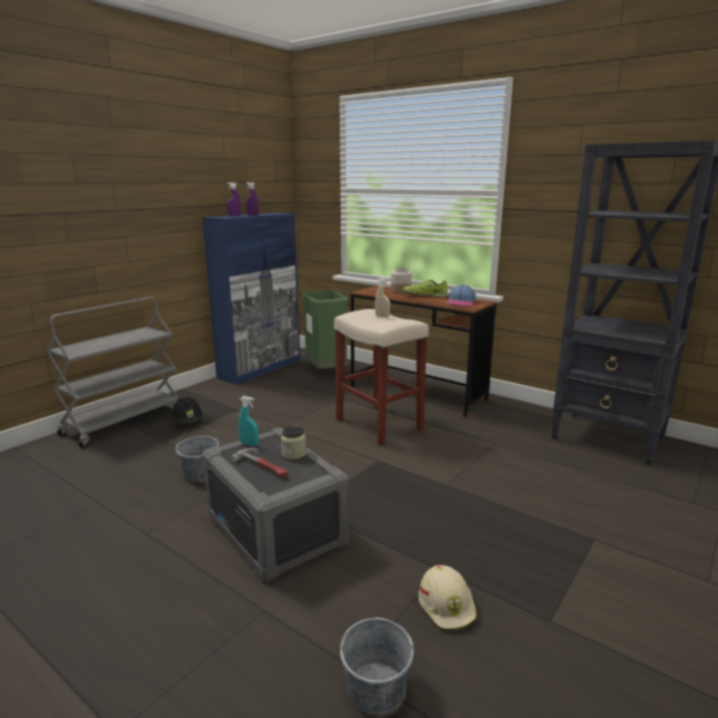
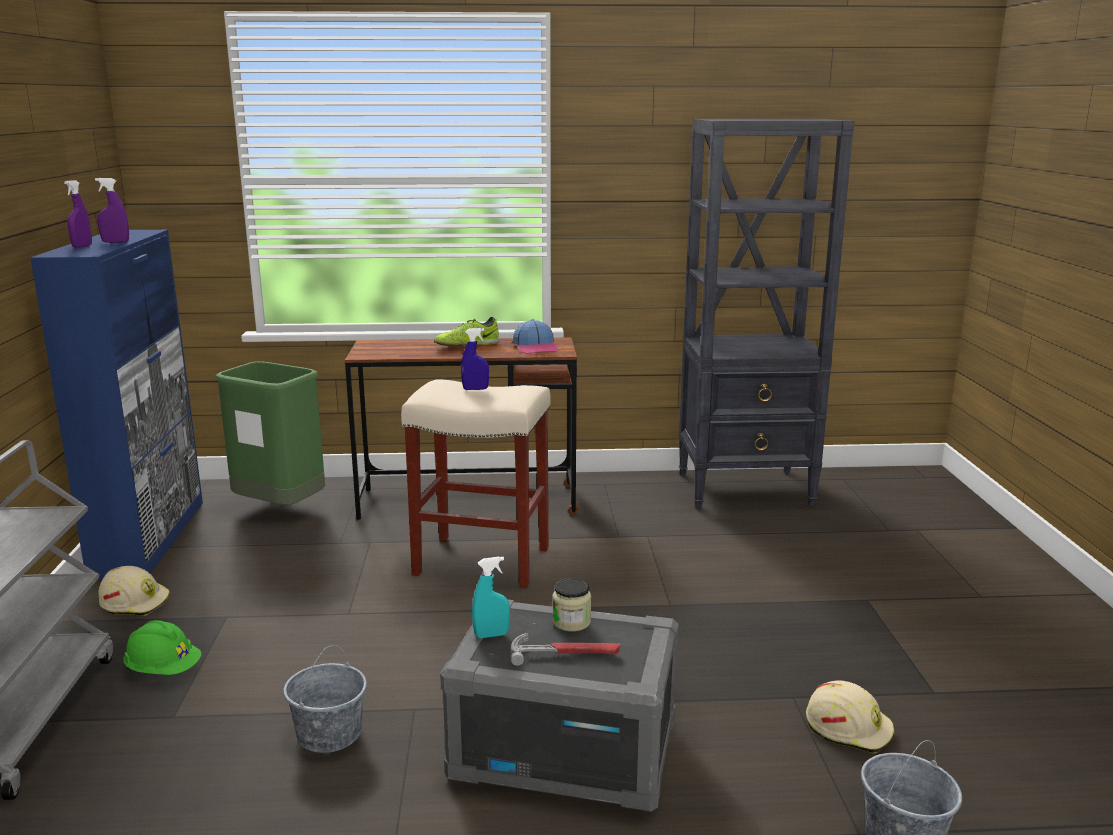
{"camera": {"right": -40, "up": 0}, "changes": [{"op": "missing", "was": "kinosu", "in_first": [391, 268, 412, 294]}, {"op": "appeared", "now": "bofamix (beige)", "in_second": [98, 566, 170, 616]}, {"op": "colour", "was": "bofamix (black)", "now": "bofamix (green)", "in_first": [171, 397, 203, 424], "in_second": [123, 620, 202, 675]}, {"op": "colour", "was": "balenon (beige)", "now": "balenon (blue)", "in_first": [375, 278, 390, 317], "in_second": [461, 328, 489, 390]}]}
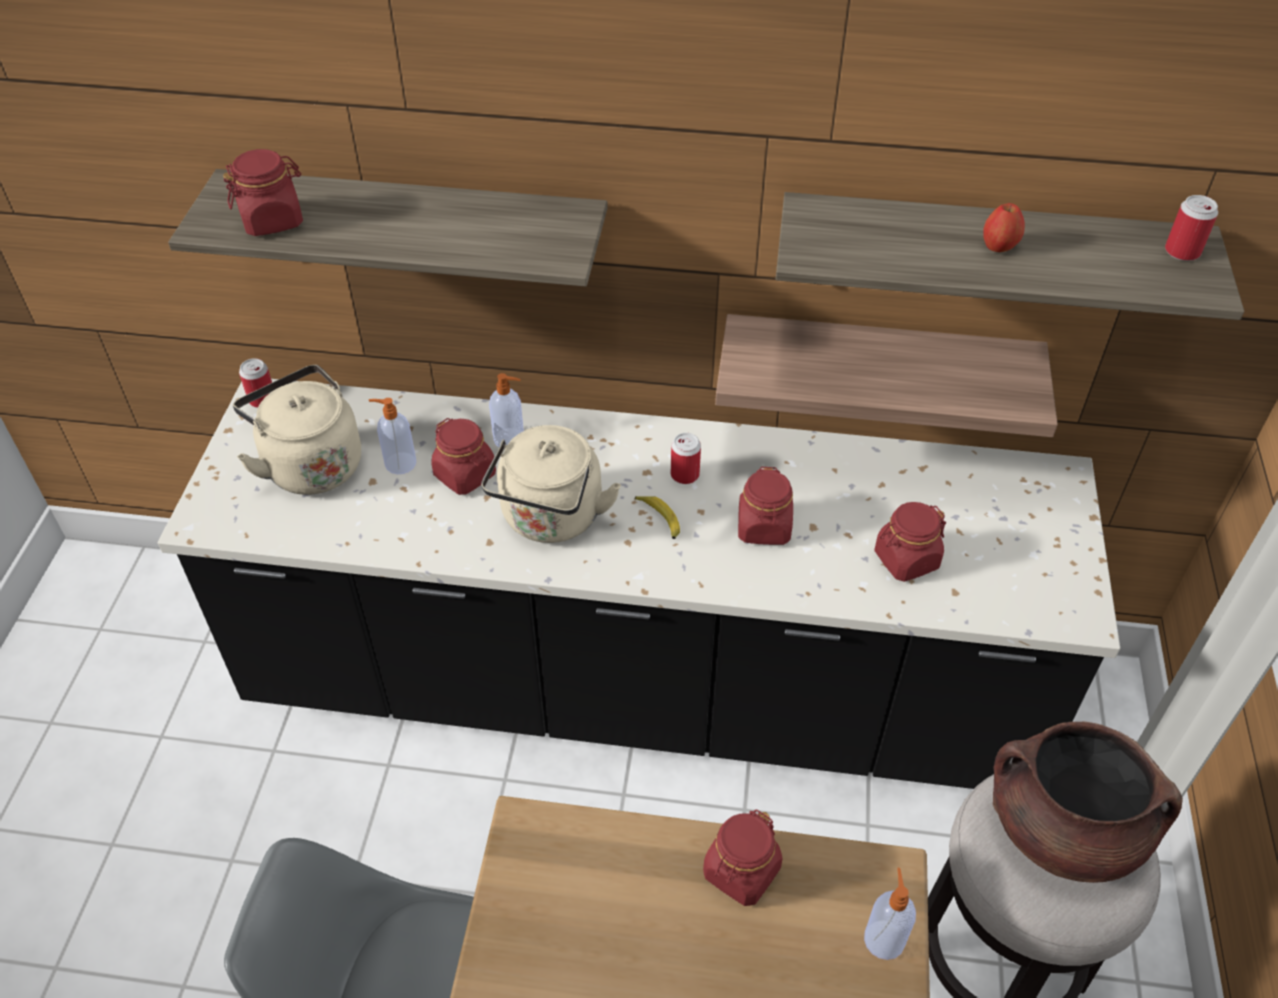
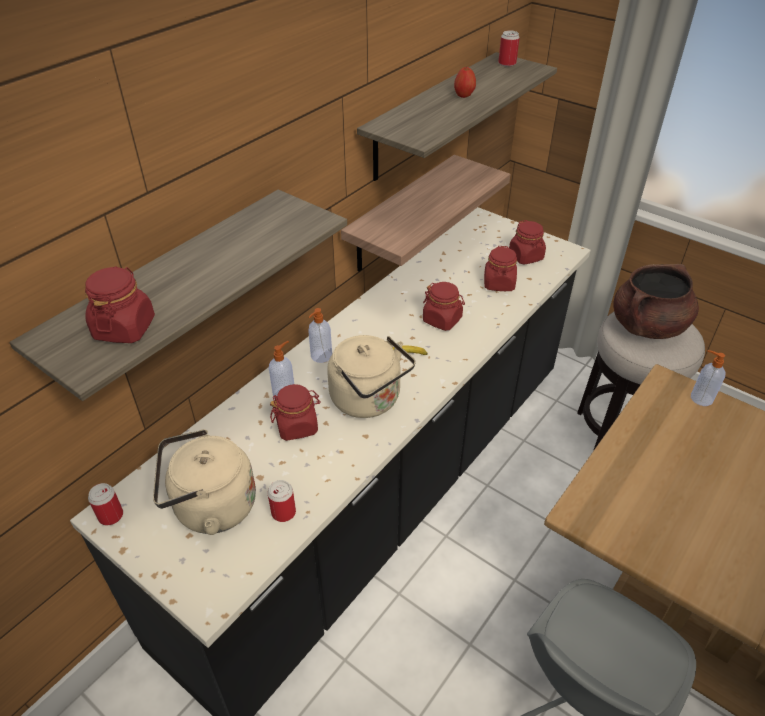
{"camera": {"right": -60, "up": -5}, "changes": [{"op": "relocated", "was": "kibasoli", "in_first": [368, 398, 416, 474], "in_second": [308, 308, 332, 363]}, {"op": "relocated", "was": "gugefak", "in_first": [671, 433, 701, 484], "in_second": [268, 480, 296, 522]}, {"op": "relocated", "was": "kinosu (red)", "in_first": [703, 810, 782, 906], "in_second": [509, 220, 546, 265]}]}
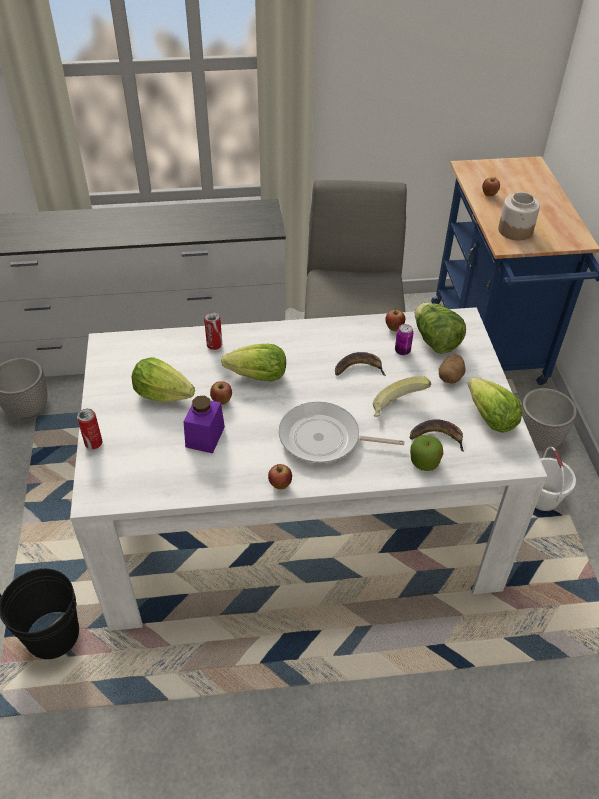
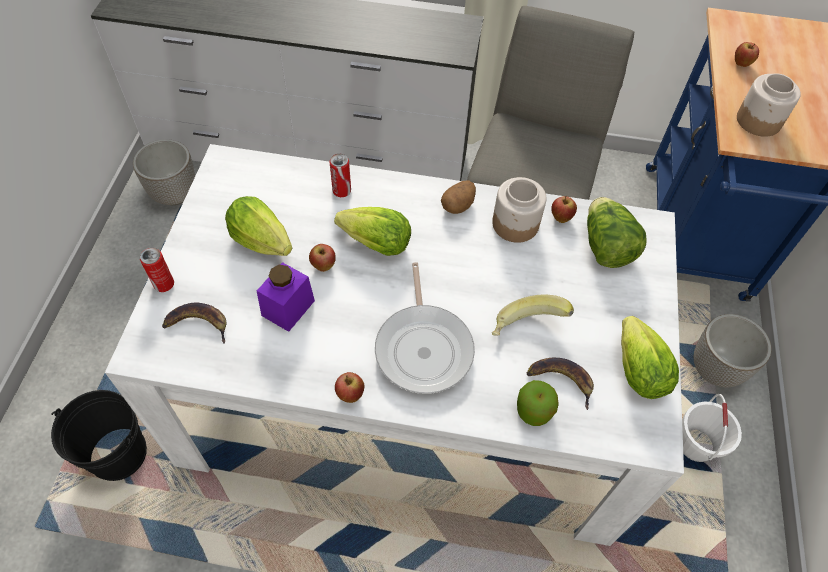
{"camera": {"right": 15, "up": 10}, "changes": [{"op": "missing", "was": "gugefak", "in_first": [395, 324, 414, 355]}, {"op": "appeared", "now": "kinosu", "in_second": [492, 177, 547, 243]}, {"op": "relocated", "was": "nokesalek", "in_first": [335, 352, 386, 376], "in_second": [162, 303, 227, 344]}, {"op": "relocated", "was": "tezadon", "in_first": [439, 354, 466, 384], "in_second": [441, 180, 476, 214]}, {"op": "spun", "was": "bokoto", "in_first": [279, 402, 405, 463], "in_second": [375, 262, 475, 394], "clockwise": -120}]}
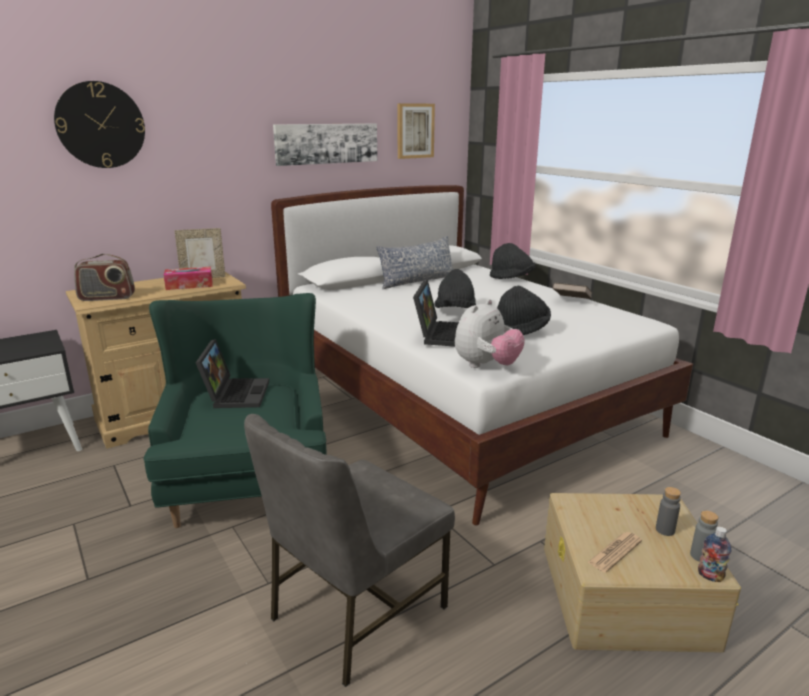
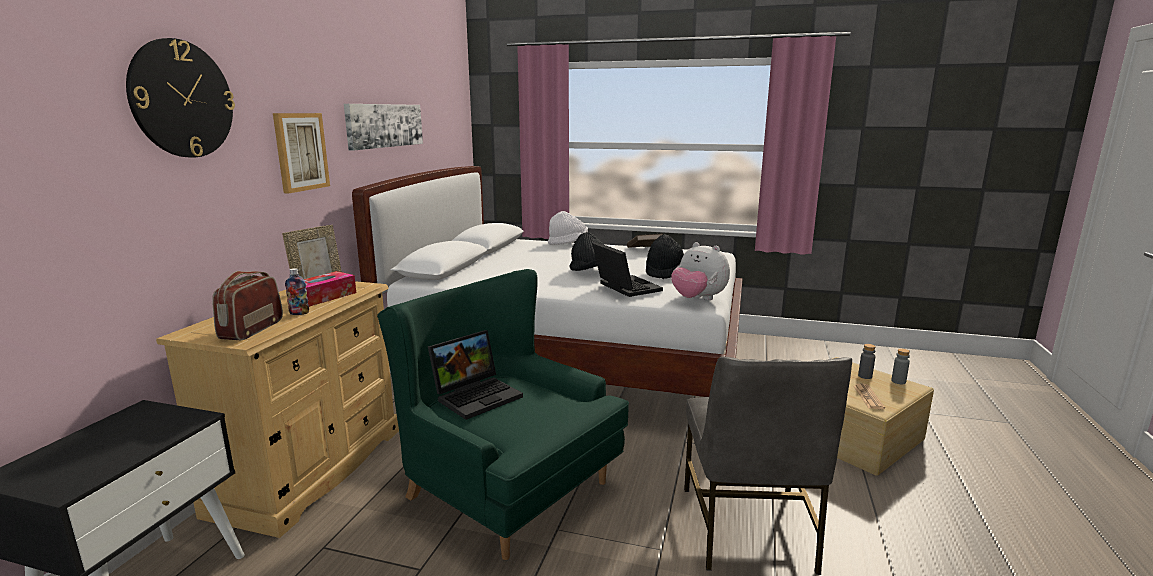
{"camera": {"right": -40, "up": -5}, "changes": [{"op": "missing", "was": "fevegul", "in_first": [376, 236, 454, 289]}, {"op": "relocated", "was": "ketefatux", "in_first": [398, 103, 435, 159], "in_second": [273, 113, 330, 194]}, {"op": "relocated", "was": "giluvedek", "in_first": [698, 527, 731, 582], "in_second": [285, 268, 309, 315]}, {"op": "colour", "was": "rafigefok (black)", "now": "rafigefok (white)", "in_first": [490, 243, 535, 279], "in_second": [548, 211, 588, 245]}, {"op": "spun", "was": "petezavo", "in_first": [74, 254, 135, 301], "in_second": [212, 271, 283, 340], "clockwise": 150}, {"op": "spun", "was": "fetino", "in_first": [196, 339, 269, 408], "in_second": [428, 330, 523, 420], "clockwise": 90}, {"op": "spun", "was": "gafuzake", "in_first": [455, 299, 525, 368], "in_second": [671, 242, 730, 300], "clockwise": 135}]}
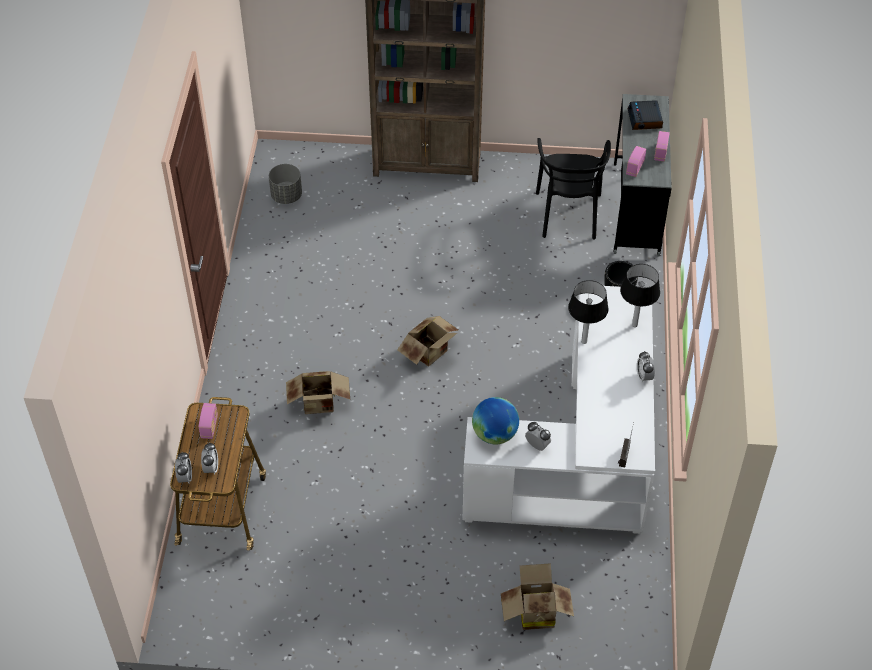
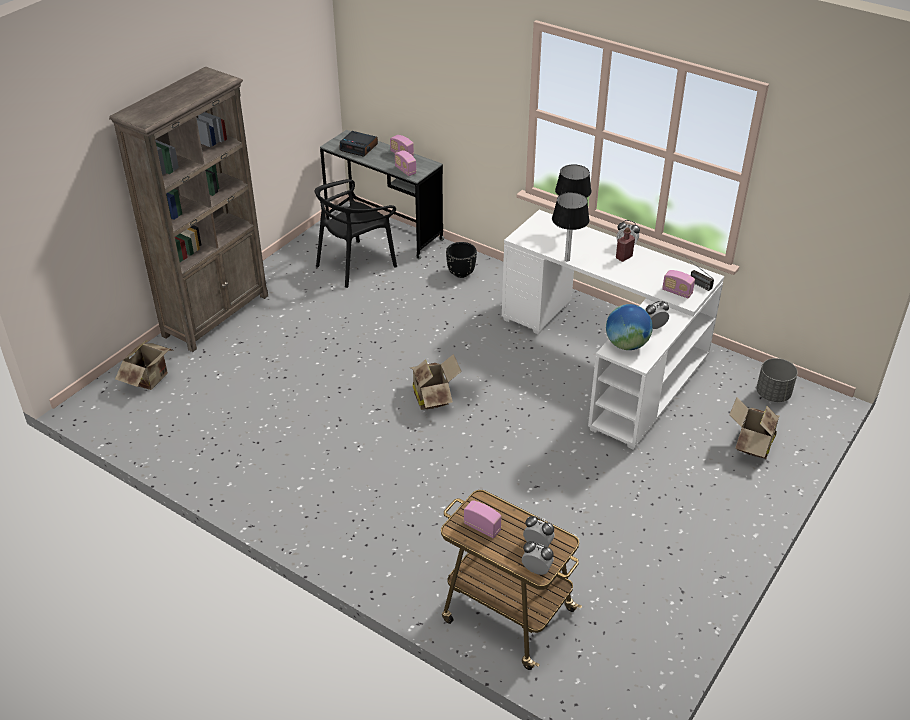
{"camera": {"right": -60, "up": -10}, "changes": [{"op": "appeared", "now": "giluvedek (red)", "in_second": [616, 228, 635, 262]}, {"op": "appeared", "now": "petezavo", "in_second": [662, 270, 695, 298]}, {"op": "relocated", "was": "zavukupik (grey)", "in_first": [269, 164, 302, 204], "in_second": [757, 358, 798, 402]}, {"op": "relocated", "was": "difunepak", "in_first": [286, 371, 350, 414], "in_second": [115, 340, 174, 390]}, {"op": "spun", "was": "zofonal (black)", "in_first": [536, 138, 611, 239], "in_second": [315, 179, 397, 288], "clockwise": 105}]}
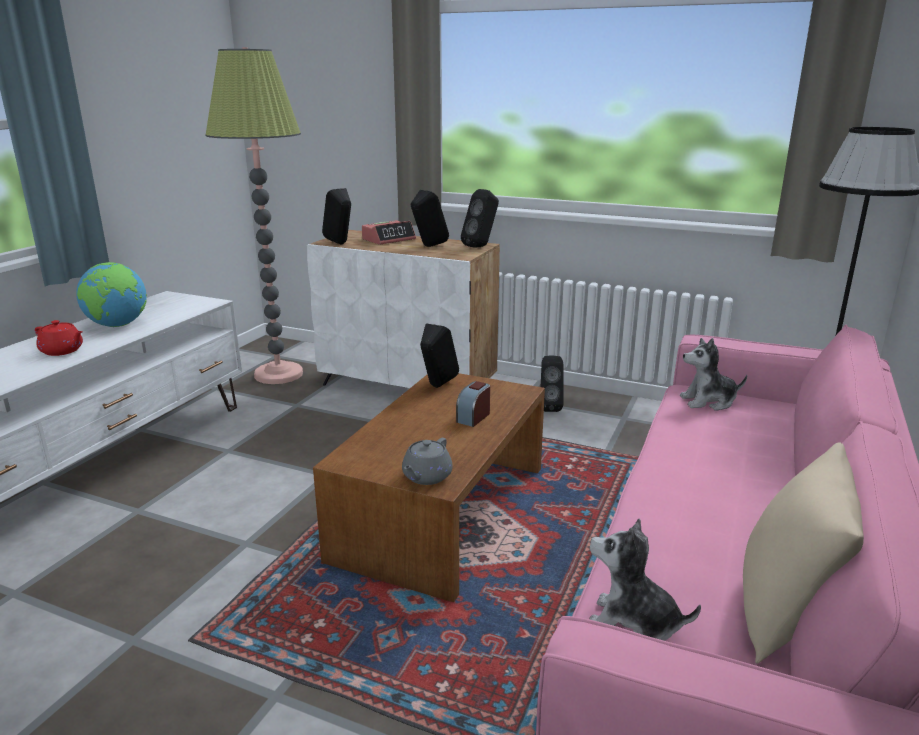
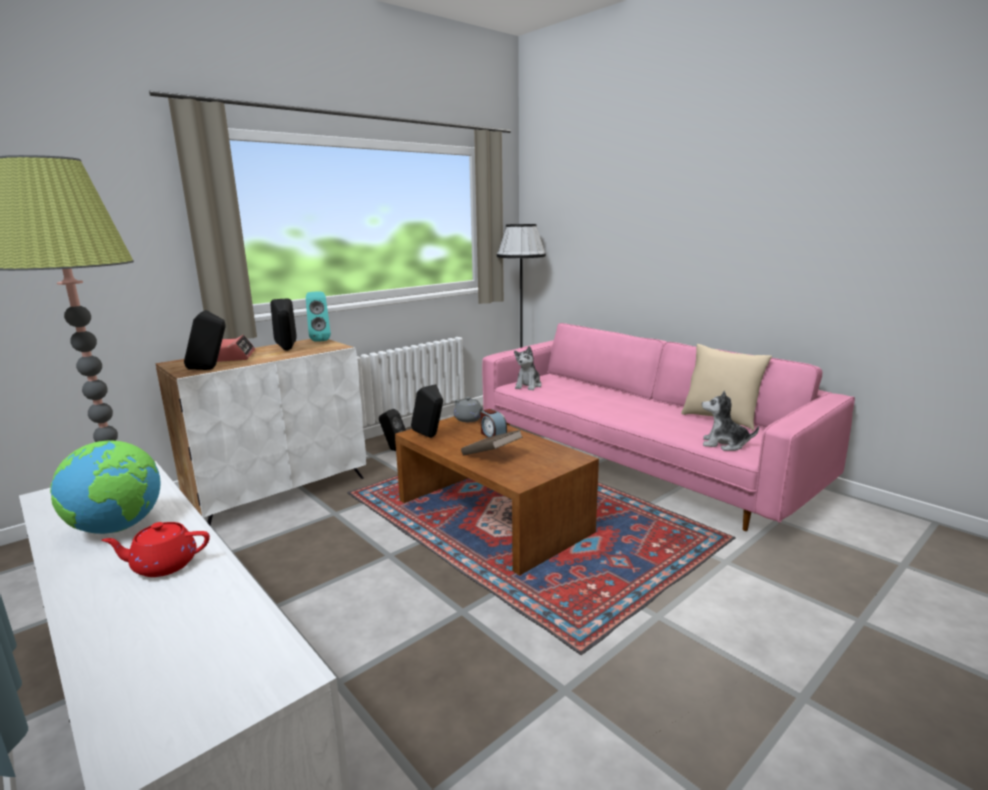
{"camera": {"right": -65, "up": -5}, "changes": [{"op": "appeared", "now": "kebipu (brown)", "in_second": [461, 430, 523, 455]}, {"op": "relocated", "was": "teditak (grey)", "in_first": [402, 438, 453, 485], "in_second": [454, 397, 483, 422]}, {"op": "colour", "was": "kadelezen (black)", "now": "kadelezen (turquoise)", "in_first": [461, 189, 499, 247], "in_second": [306, 292, 331, 342]}, {"op": "spun", "was": "teditak (red)", "in_first": [35, 320, 83, 356], "in_second": [101, 522, 210, 577], "clockwise": -150}, {"op": "spun", "was": "gafuzake", "in_first": [590, 519, 701, 641], "in_second": [702, 391, 759, 451], "clockwise": 60}]}
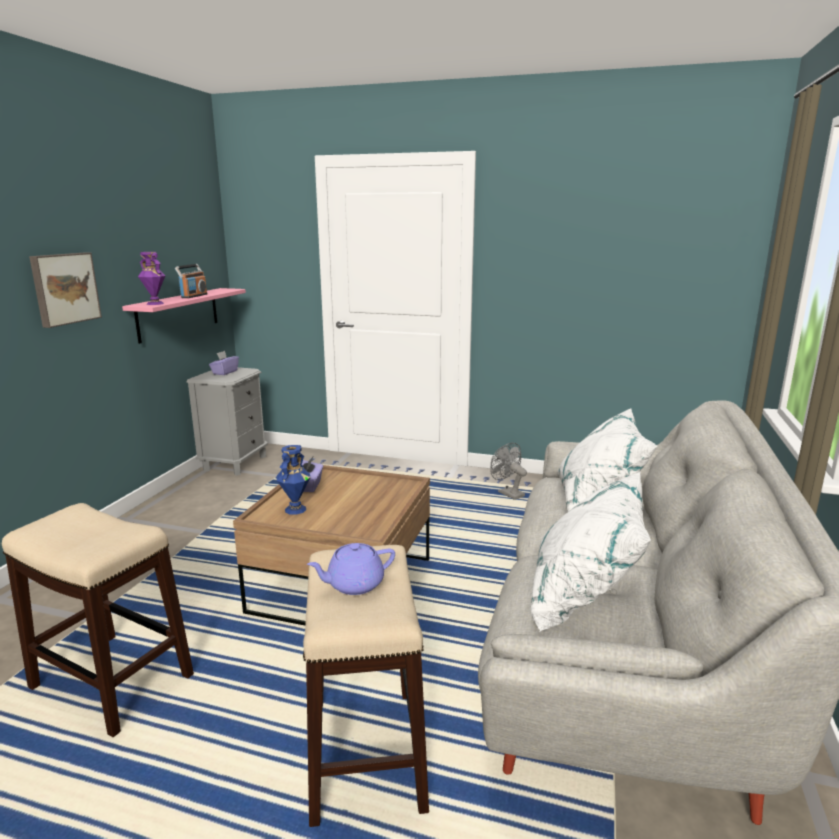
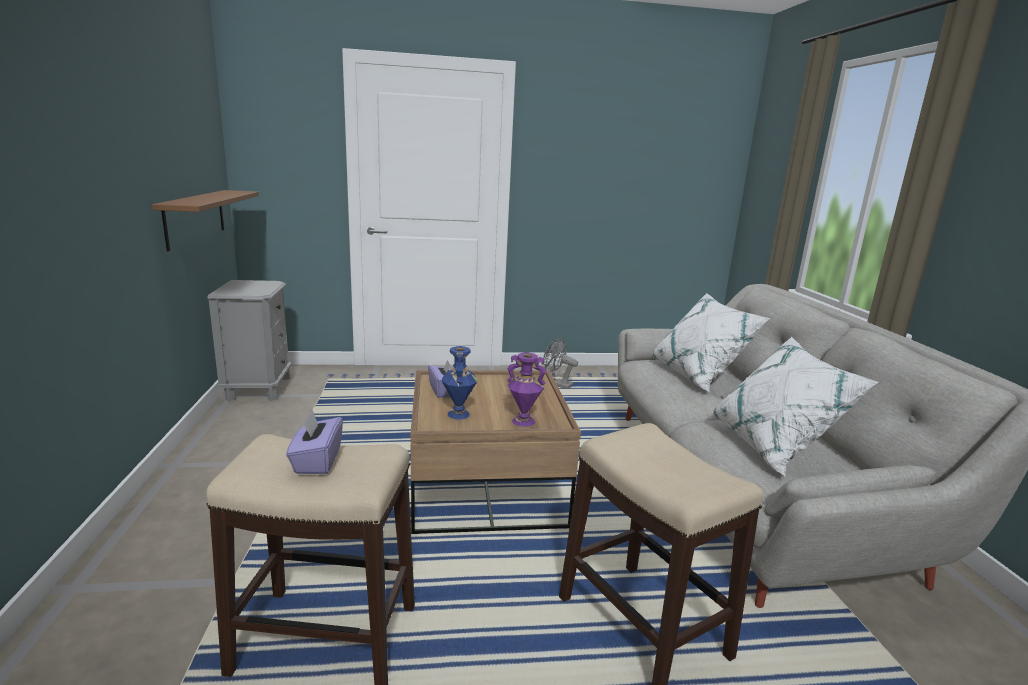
{"camera": {"right": -25, "up": 0}, "changes": [{"op": "missing", "was": "ketefatux", "in_first": [29, 252, 102, 328]}, {"op": "missing", "was": "petezavo", "in_first": [175, 264, 207, 298]}, {"op": "missing", "was": "teditak (purple)", "in_first": [307, 543, 395, 595]}, {"op": "relocated", "was": "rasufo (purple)", "in_first": [138, 252, 165, 305], "in_second": [507, 353, 546, 427]}, {"op": "relocated", "was": "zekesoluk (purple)", "in_first": [209, 351, 239, 375], "in_second": [286, 410, 343, 474]}, {"op": "colour", "was": "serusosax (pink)", "now": "serusosax (brown)", "in_first": [122, 288, 246, 344], "in_second": [152, 190, 259, 251]}]}
